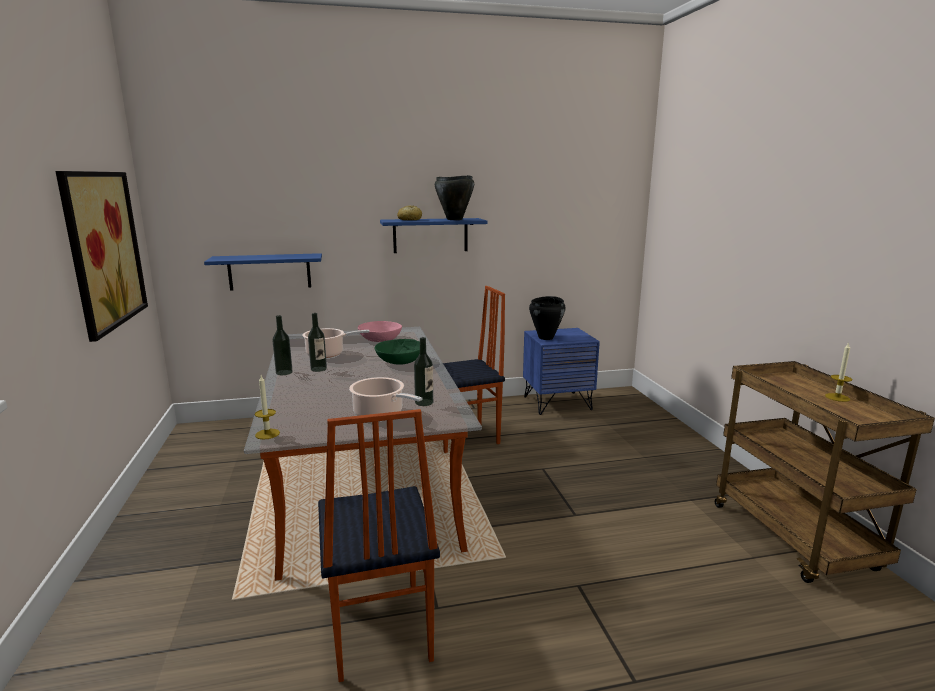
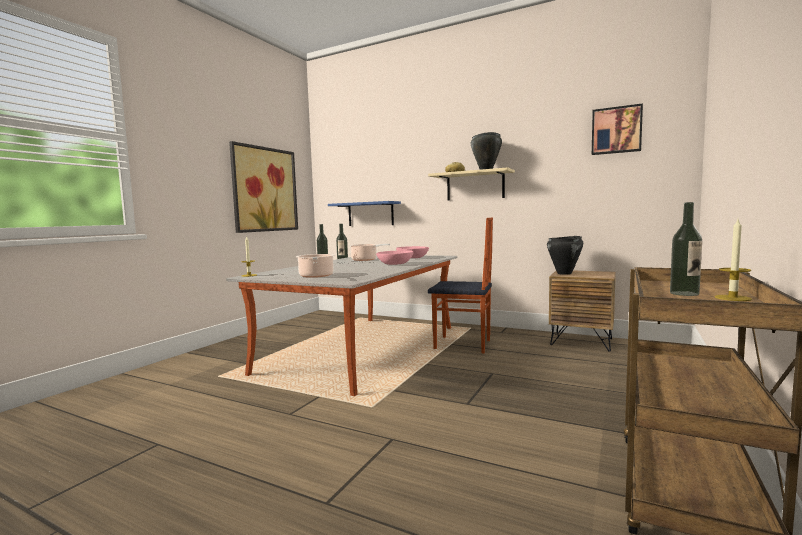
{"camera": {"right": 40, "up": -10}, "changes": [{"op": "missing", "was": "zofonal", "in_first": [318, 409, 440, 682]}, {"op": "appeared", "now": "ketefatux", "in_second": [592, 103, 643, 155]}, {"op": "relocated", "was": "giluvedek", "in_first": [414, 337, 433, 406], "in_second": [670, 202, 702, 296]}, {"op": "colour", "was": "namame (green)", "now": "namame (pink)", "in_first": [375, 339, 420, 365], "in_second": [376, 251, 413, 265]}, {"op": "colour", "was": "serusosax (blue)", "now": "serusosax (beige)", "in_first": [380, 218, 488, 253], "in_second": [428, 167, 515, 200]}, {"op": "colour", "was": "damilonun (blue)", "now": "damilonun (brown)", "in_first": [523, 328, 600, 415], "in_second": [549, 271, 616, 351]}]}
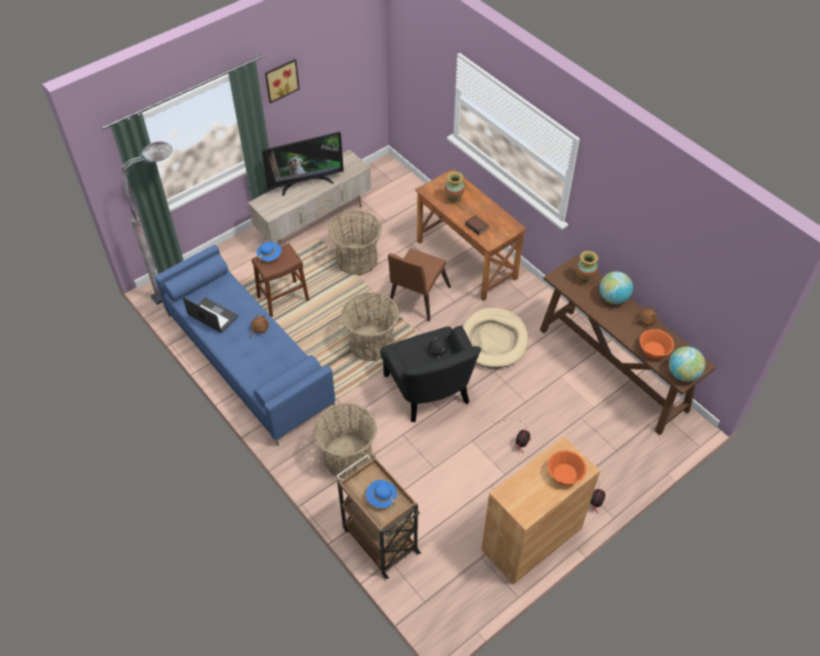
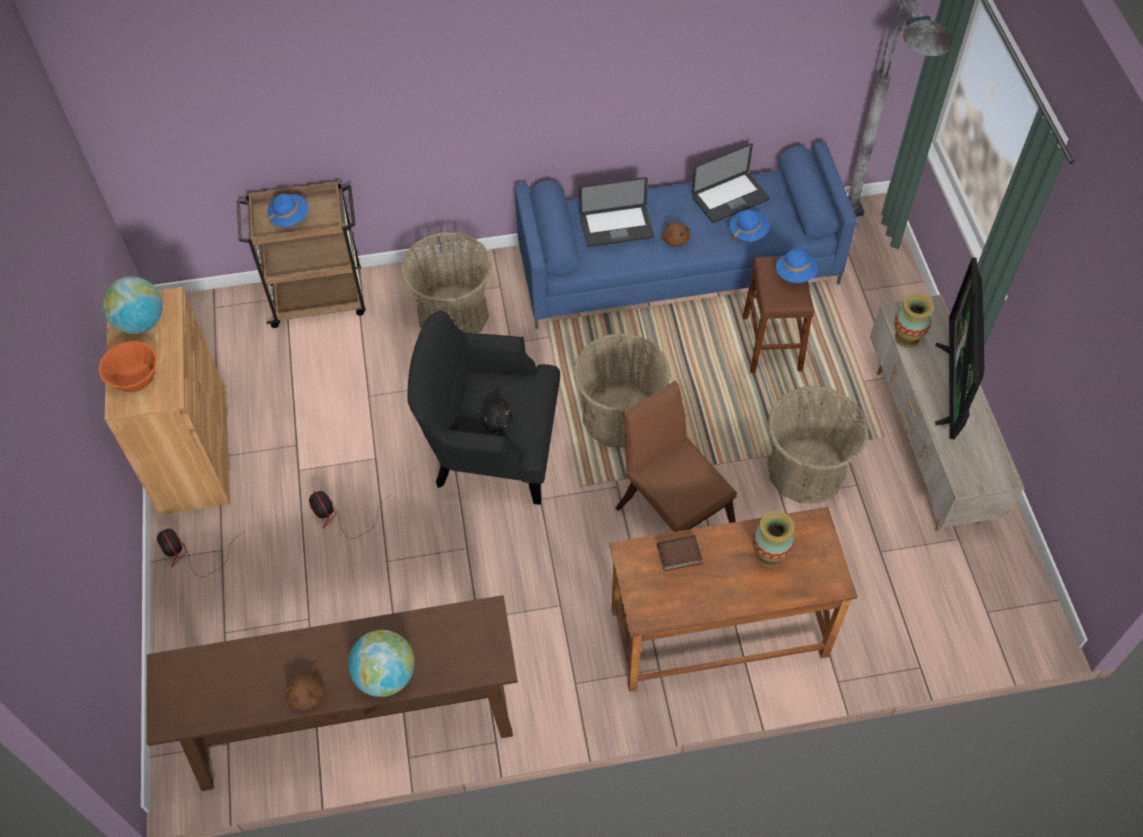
{"camera": {"right": 120, "up": 5}, "changes": [{"op": "missing", "was": "ketefatux", "in_first": [265, 59, 300, 103]}, {"op": "missing", "was": "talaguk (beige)", "in_first": [463, 308, 528, 368]}, {"op": "missing", "was": "namame (orange)", "in_first": [639, 329, 674, 359]}, {"op": "appeared", "now": "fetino", "in_second": [579, 177, 654, 247]}, {"op": "appeared", "now": "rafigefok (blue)", "in_second": [729, 210, 770, 242]}, {"op": "relocated", "was": "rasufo", "in_first": [576, 251, 598, 285], "in_second": [894, 294, 934, 348]}, {"op": "relocated", "was": "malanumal", "in_first": [669, 346, 705, 382], "in_second": [102, 276, 163, 334]}]}
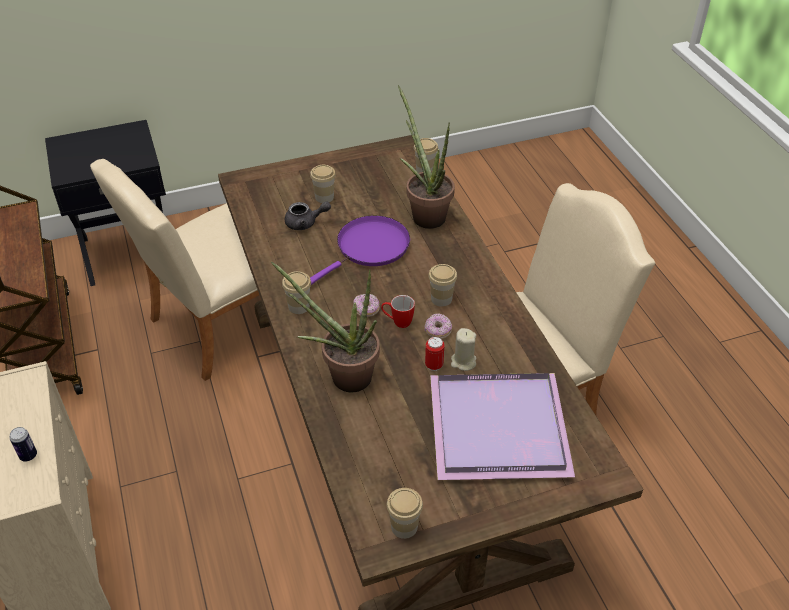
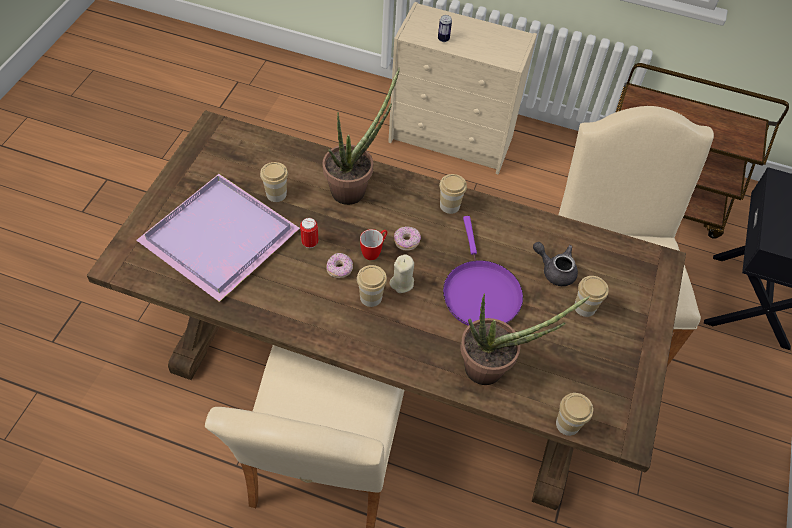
{"camera": {"right": 125, "up": 10}, "changes": [{"op": "relocated", "was": "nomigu", "in_first": [387, 488, 423, 539], "in_second": [260, 162, 288, 202]}, {"op": "relocated", "was": "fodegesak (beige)", "in_first": [451, 328, 476, 371], "in_second": [390, 254, 414, 293]}, {"op": "spun", "was": "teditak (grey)", "in_first": [285, 201, 331, 230], "in_second": [533, 242, 578, 286], "clockwise": 90}]}
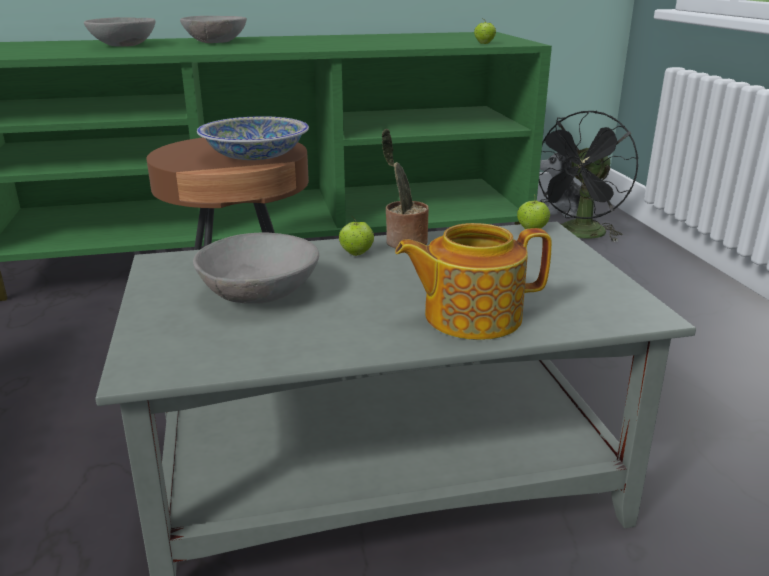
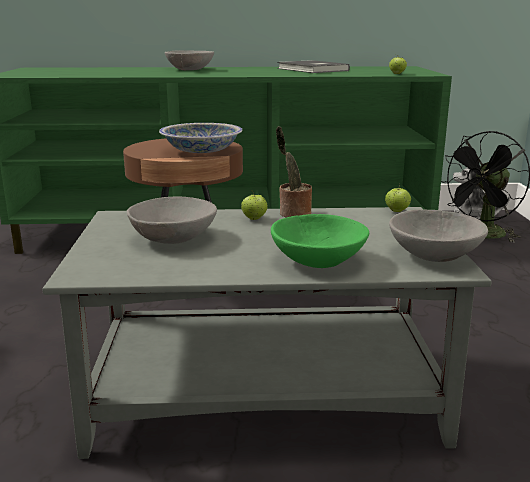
{"camera": {"right": 10, "up": -5}, "changes": [{"op": "appeared", "now": "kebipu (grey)", "in_second": [277, 60, 350, 73]}, {"op": "relocated", "was": "namame (grey)", "in_first": [84, 17, 155, 46], "in_second": [389, 209, 488, 262]}, {"op": "exchanged", "was": "teditak", "now": "namame (green)", "in_first": [395, 223, 552, 340], "in_second": [271, 214, 369, 268]}]}
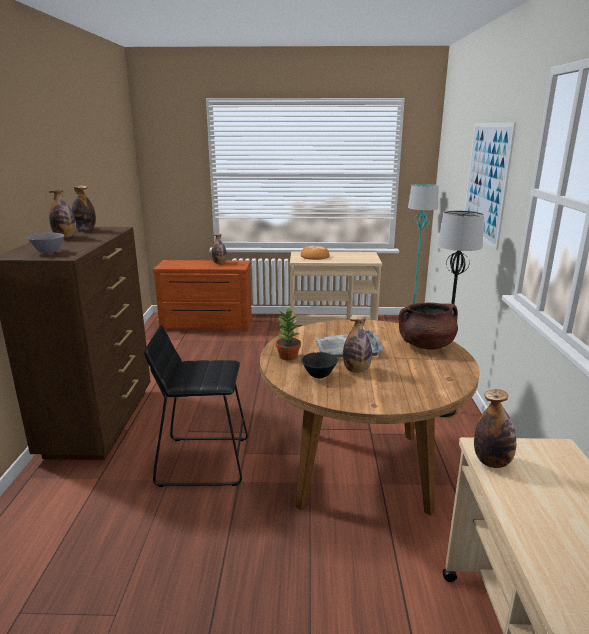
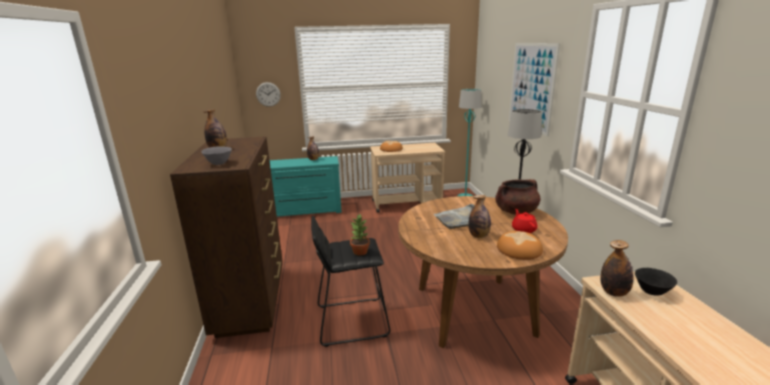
{"camera": {"right": -10, "up": 0}, "changes": [{"op": "missing", "was": "giluvedek", "in_first": [72, 185, 96, 231]}, {"op": "appeared", "now": "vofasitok", "in_second": [256, 82, 281, 107]}, {"op": "appeared", "now": "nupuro", "in_second": [497, 231, 543, 260]}, {"op": "appeared", "now": "teditak (red)", "in_second": [512, 209, 537, 233]}, {"op": "relocated", "was": "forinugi", "in_first": [275, 307, 301, 360], "in_second": [350, 214, 370, 256]}, {"op": "relocated", "was": "namame (black)", "in_first": [302, 352, 338, 378], "in_second": [635, 268, 677, 296]}, {"op": "colour", "was": "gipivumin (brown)", "now": "gipivumin (turquoise)", "in_first": [153, 260, 252, 331], "in_second": [270, 156, 342, 217]}]}
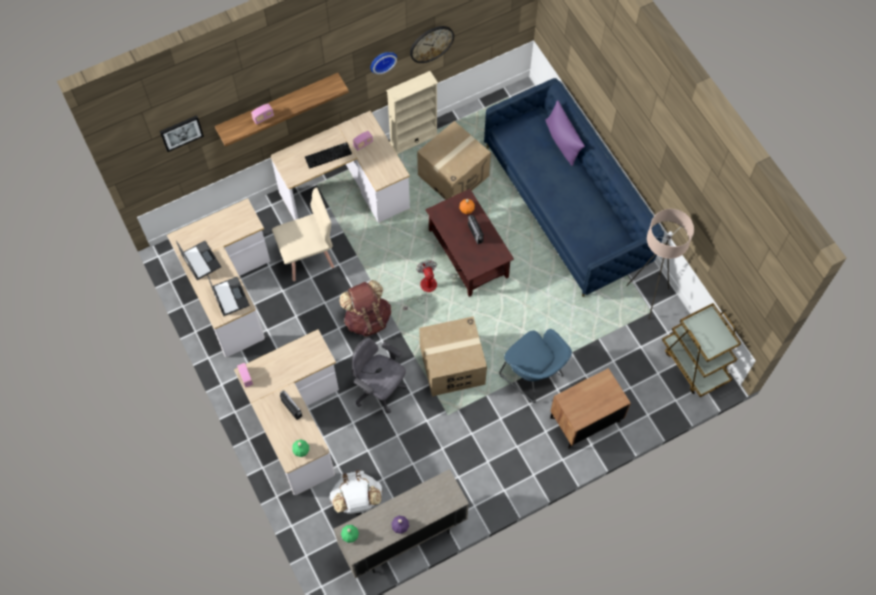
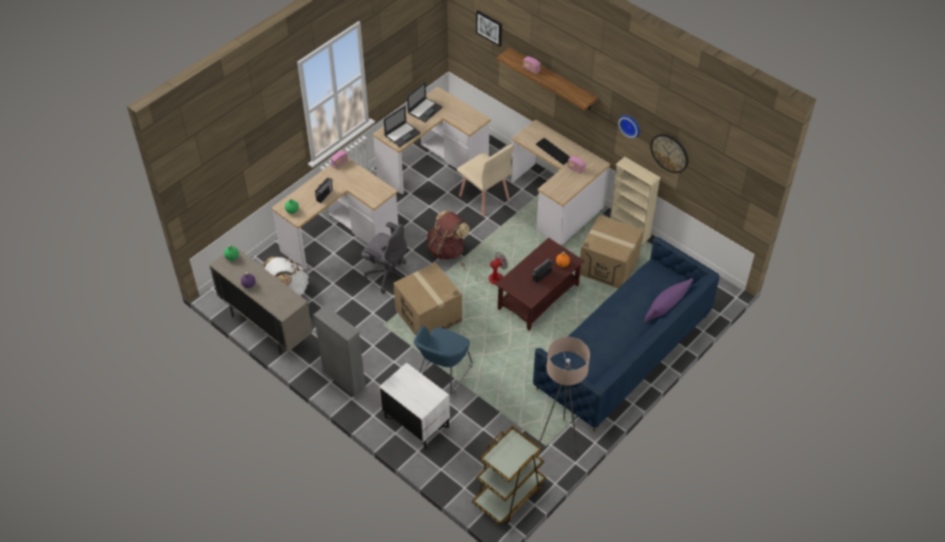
{"camera": {"right": 70, "up": -15}, "changes": [{"op": "appeared", "now": "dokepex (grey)", "in_second": [313, 305, 367, 398]}, {"op": "colour", "was": "damilonun (brown)", "now": "damilonun (white)", "in_first": [550, 368, 631, 449], "in_second": [379, 362, 450, 449]}, {"op": "spun", "was": "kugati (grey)", "in_first": [352, 338, 406, 414], "in_second": [361, 222, 407, 294], "clockwise": 105}]}
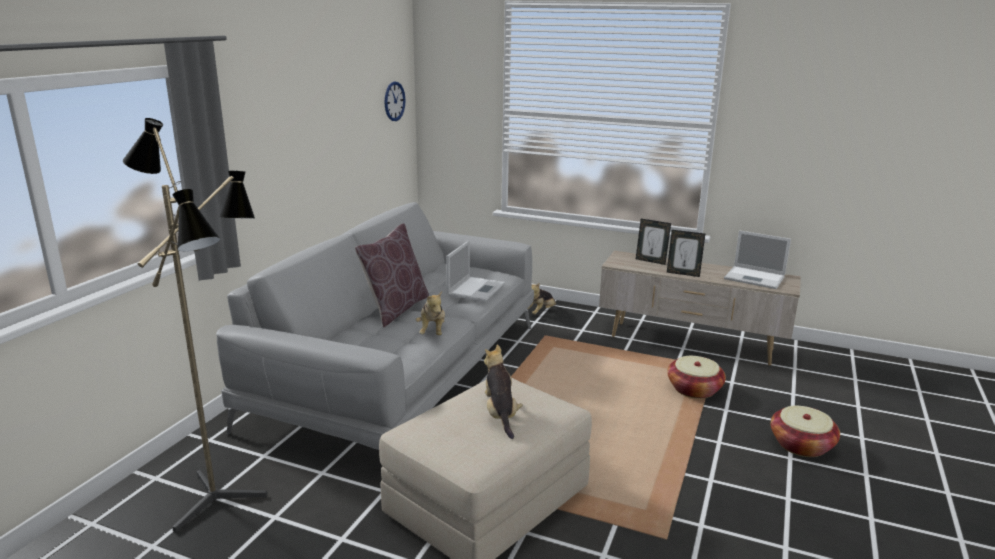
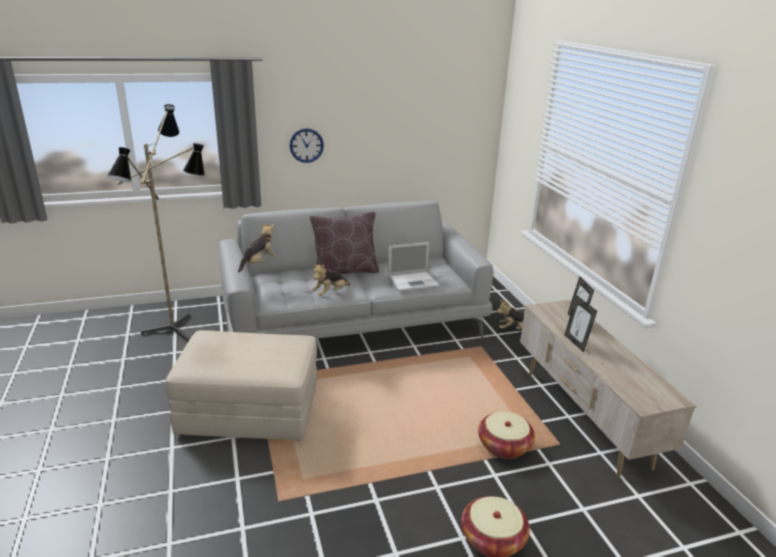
{"camera": {"right": 50, "up": 5}, "changes": [{"op": "missing", "was": "fetino", "in_first": [724, 230, 791, 289]}, {"op": "relocated", "was": "vofasitok", "in_first": [385, 82, 406, 121], "in_second": [290, 128, 324, 163]}, {"op": "relocated", "was": "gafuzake", "in_first": [484, 344, 523, 439], "in_second": [238, 223, 277, 273]}]}
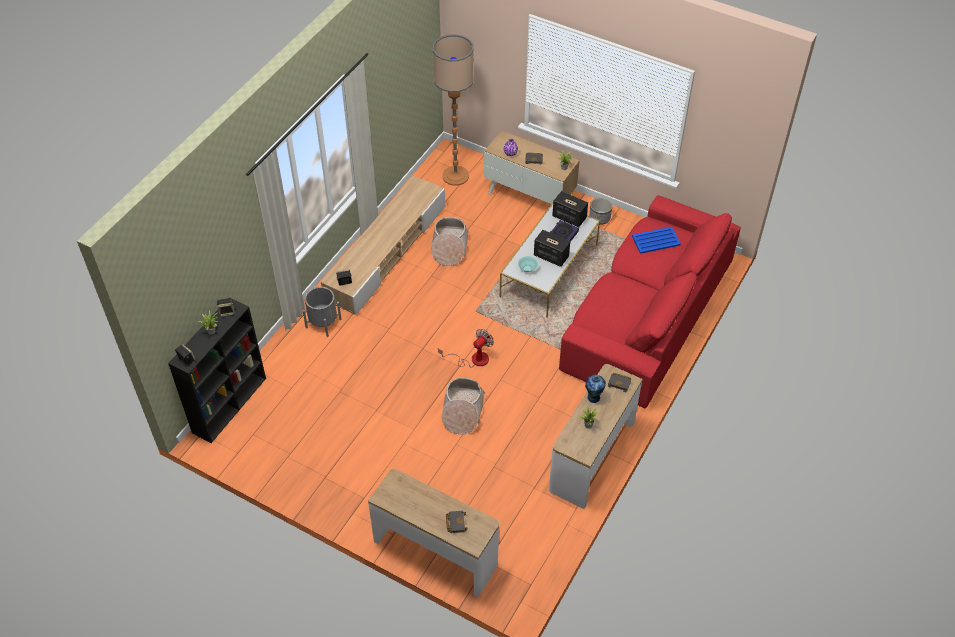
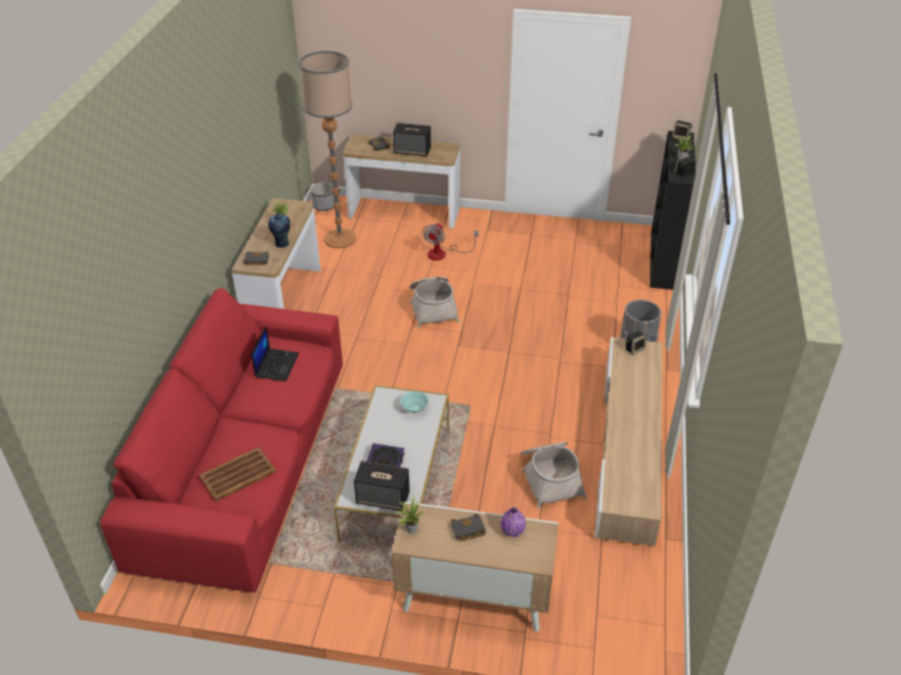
{"camera": {"right": 160, "up": -10}, "changes": [{"op": "appeared", "now": "fetino", "in_second": [251, 326, 299, 382]}, {"op": "relocated", "was": "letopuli", "in_first": [433, 34, 474, 186], "in_second": [298, 51, 356, 248]}, {"op": "relocated", "was": "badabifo", "in_first": [438, 329, 494, 367], "in_second": [423, 223, 479, 260]}, {"op": "relocated", "was": "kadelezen", "in_first": [534, 230, 570, 267], "in_second": [393, 123, 431, 157]}, {"op": "relocated", "was": "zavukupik", "in_first": [590, 197, 613, 225], "in_second": [310, 182, 335, 211]}, {"op": "colour", "was": "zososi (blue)", "now": "zososi (brown)", "in_first": [632, 227, 681, 254], "in_second": [199, 447, 276, 502]}]}
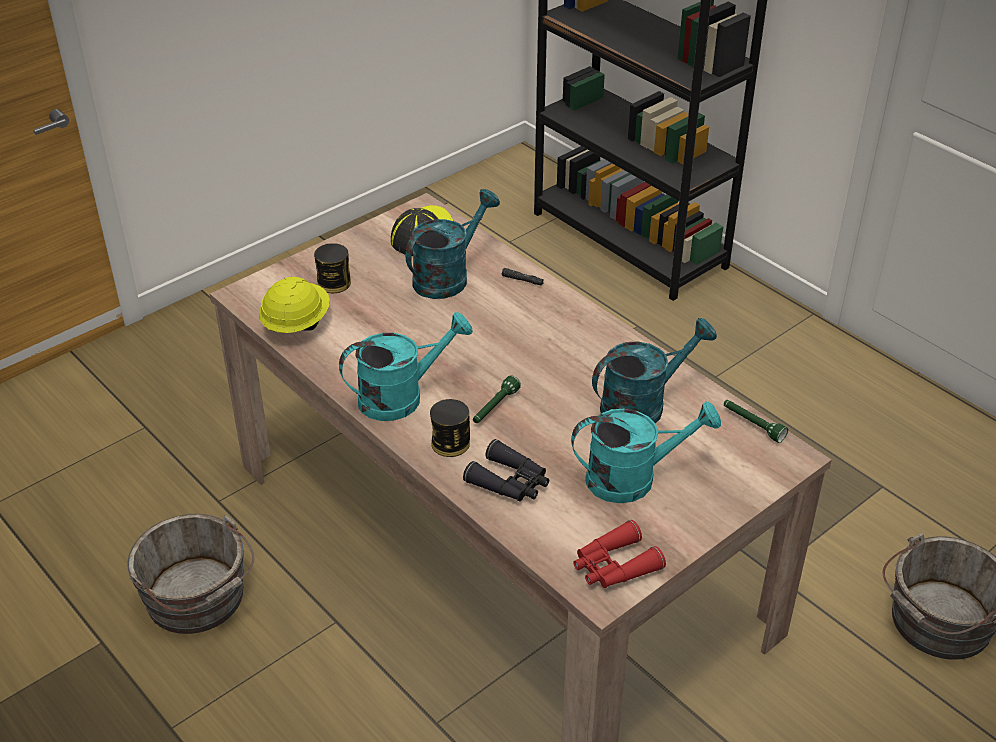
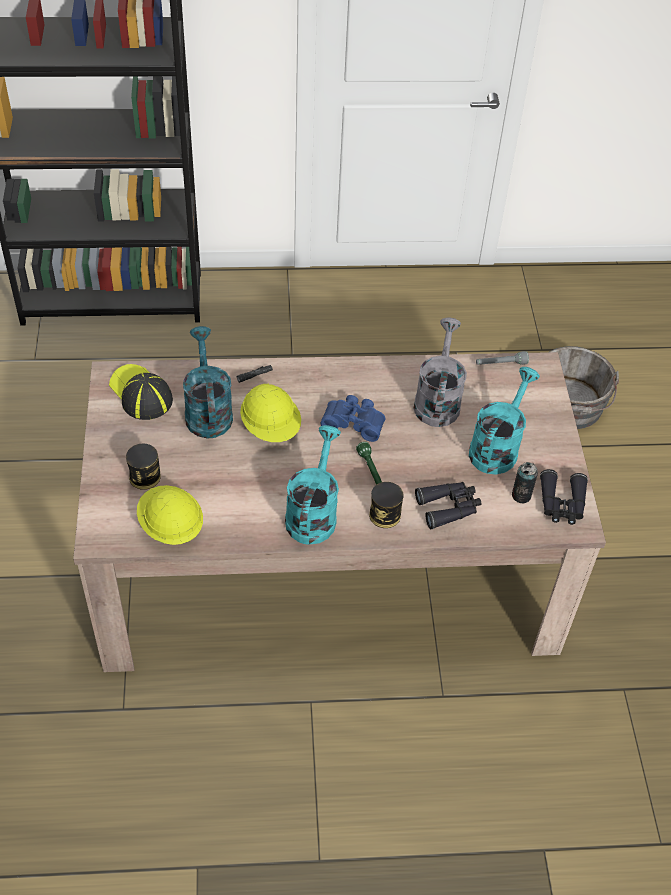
{"camera": {"right": -55, "up": 10}, "changes": [{"op": "missing", "was": "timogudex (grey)", "in_first": [127, 514, 255, 634]}, {"op": "appeared", "now": "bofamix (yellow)", "in_second": [240, 384, 301, 442]}, {"op": "appeared", "now": "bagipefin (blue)", "in_second": [320, 395, 385, 442]}, {"op": "appeared", "now": "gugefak", "in_second": [512, 462, 538, 503]}, {"op": "colour", "was": "bagipefin (red)", "now": "bagipefin (black)", "in_first": [573, 520, 666, 588], "in_second": [540, 469, 588, 525]}, {"op": "colour", "was": "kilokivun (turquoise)", "now": "kilokivun (grey)", "in_first": [592, 318, 717, 424], "in_second": [413, 317, 467, 427]}, {"op": "colour", "was": "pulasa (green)", "now": "pulasa (grey)", "in_first": [724, 400, 788, 443], "in_second": [476, 351, 529, 365]}]}
